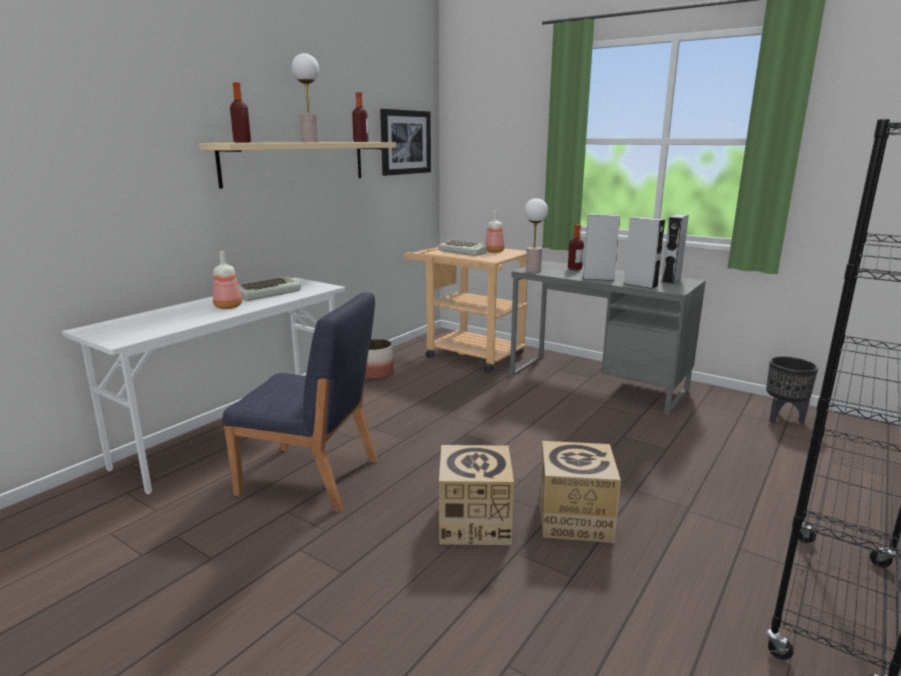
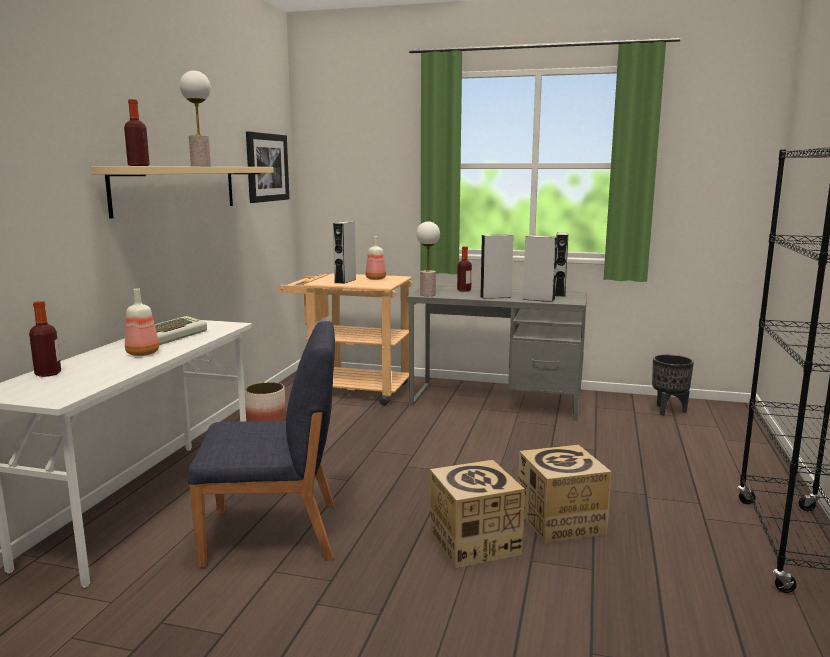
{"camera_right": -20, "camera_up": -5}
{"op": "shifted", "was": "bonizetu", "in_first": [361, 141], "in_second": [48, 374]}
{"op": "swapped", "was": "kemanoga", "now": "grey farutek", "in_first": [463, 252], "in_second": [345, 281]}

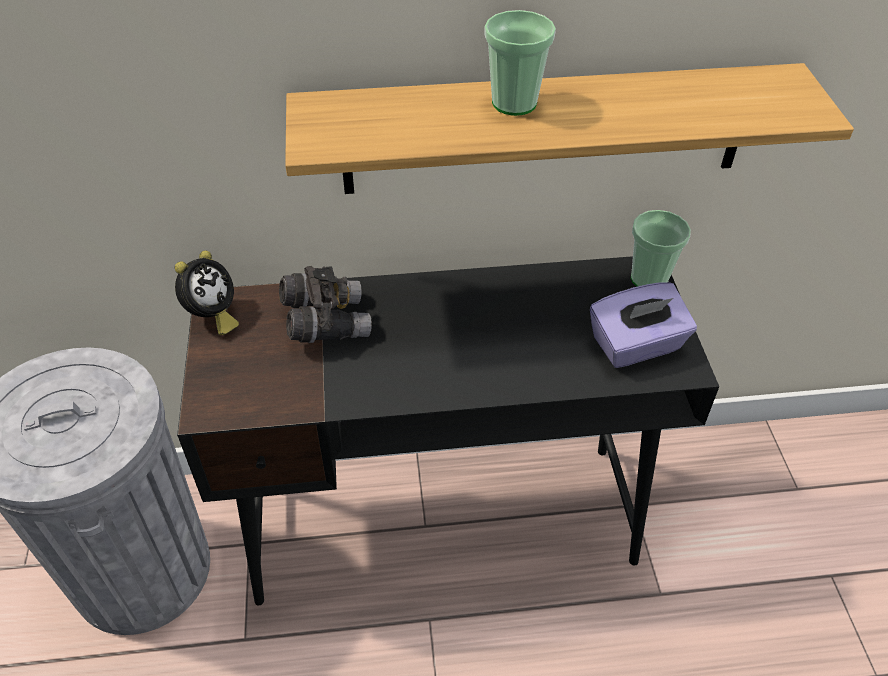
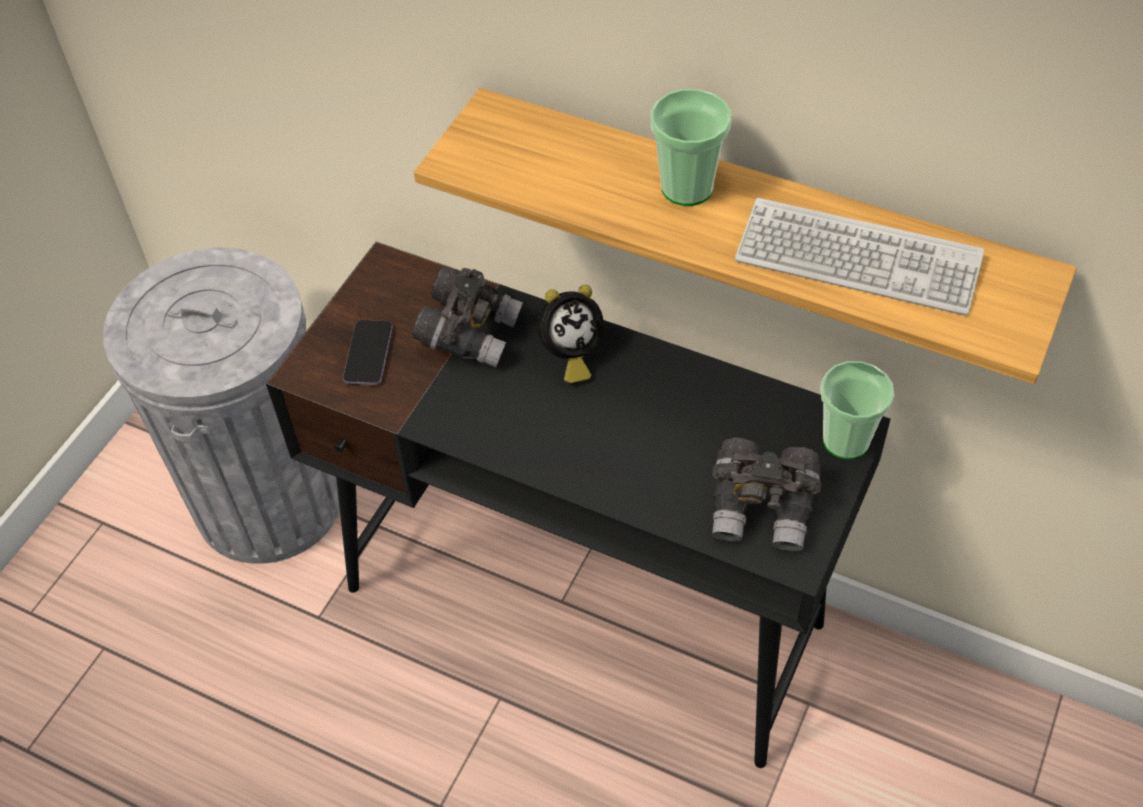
{"camera_right": 35, "camera_up": 5}
{"op": "shifted", "was": "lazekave", "in_first": [212, 317], "in_second": [570, 355]}
{"op": "swapped", "was": "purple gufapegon", "now": "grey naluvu", "in_first": [636, 345], "in_second": [763, 508]}
{"op": "new", "now": "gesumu", "in_second": [368, 354]}
{"op": "new", "now": "kemanoga", "in_second": [857, 259]}

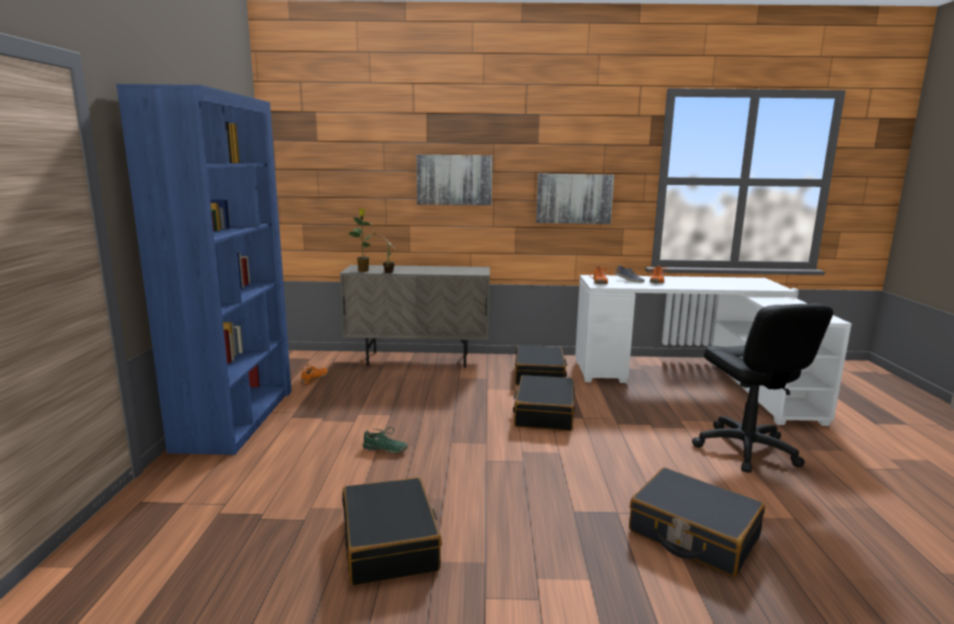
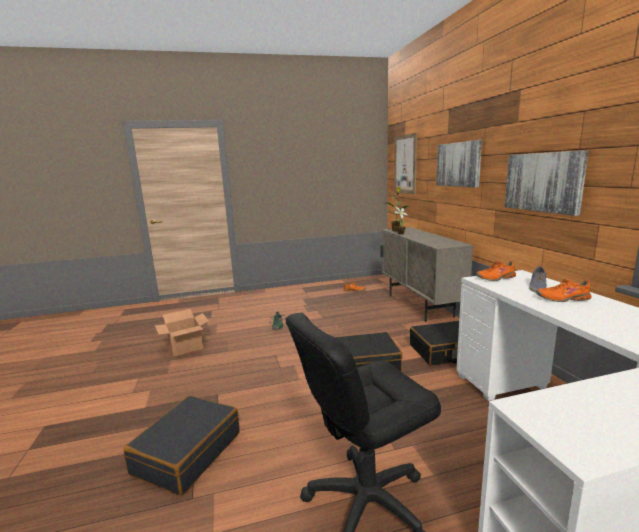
{"camera_right": 75, "camera_up": 0}
{"op": "gone", "was": "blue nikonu", "in_first": [236, 418]}
{"op": "swapped", "was": "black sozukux", "now": "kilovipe", "in_first": [390, 544], "in_second": [186, 347]}
{"op": "new", "now": "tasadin", "in_second": [405, 164]}

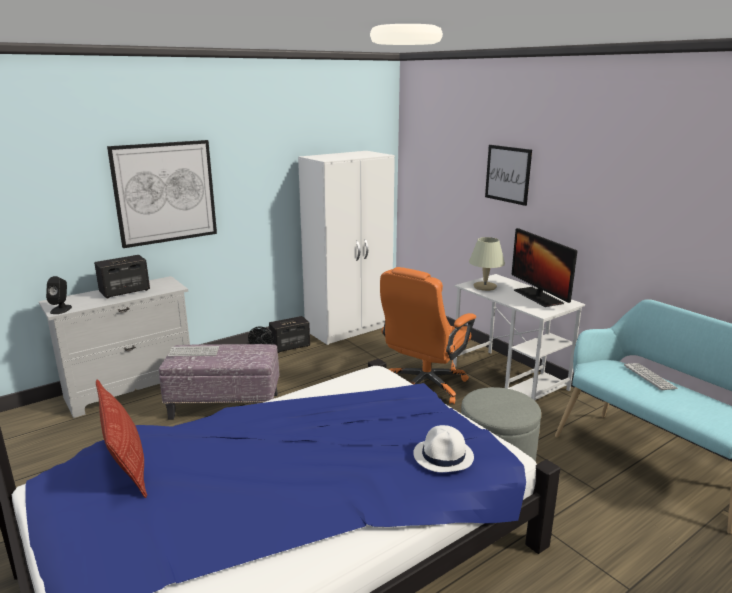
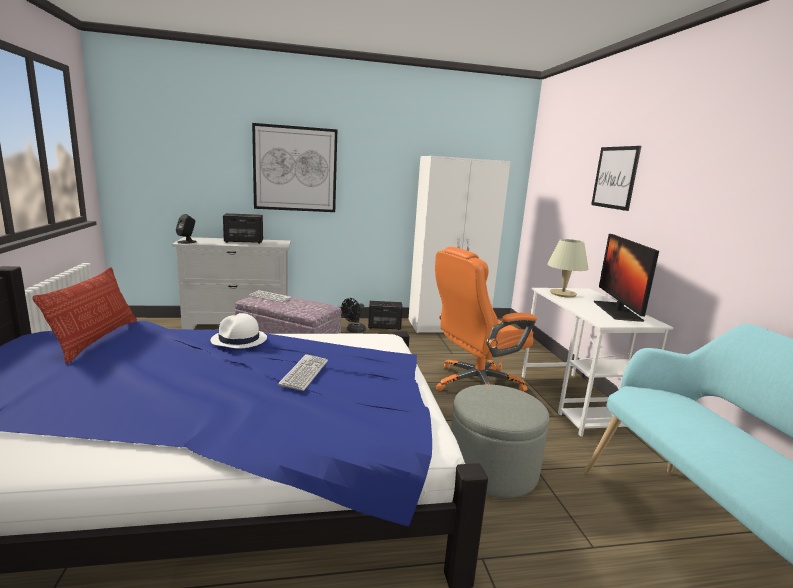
{"camera_right": 25, "camera_up": -5}
{"op": "shifted", "was": "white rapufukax", "in_first": [443, 456], "in_second": [239, 340]}
{"op": "shifted", "was": "kemanoga", "in_first": [649, 377], "in_second": [304, 373]}

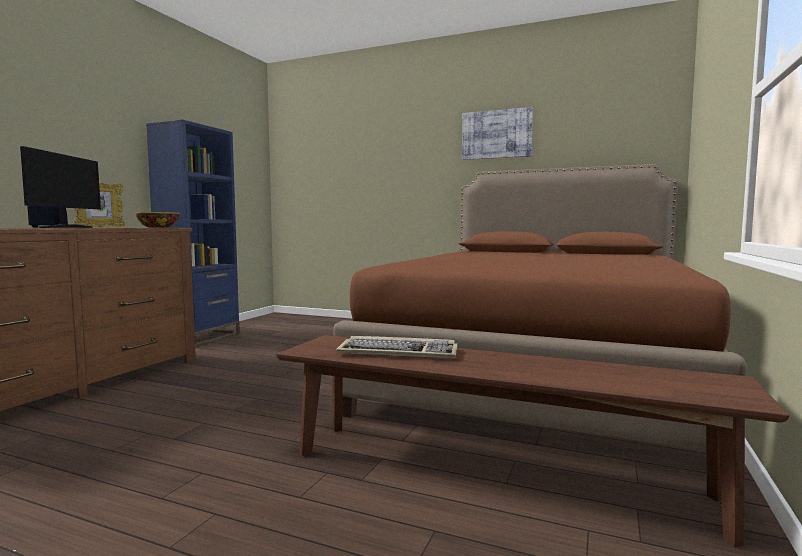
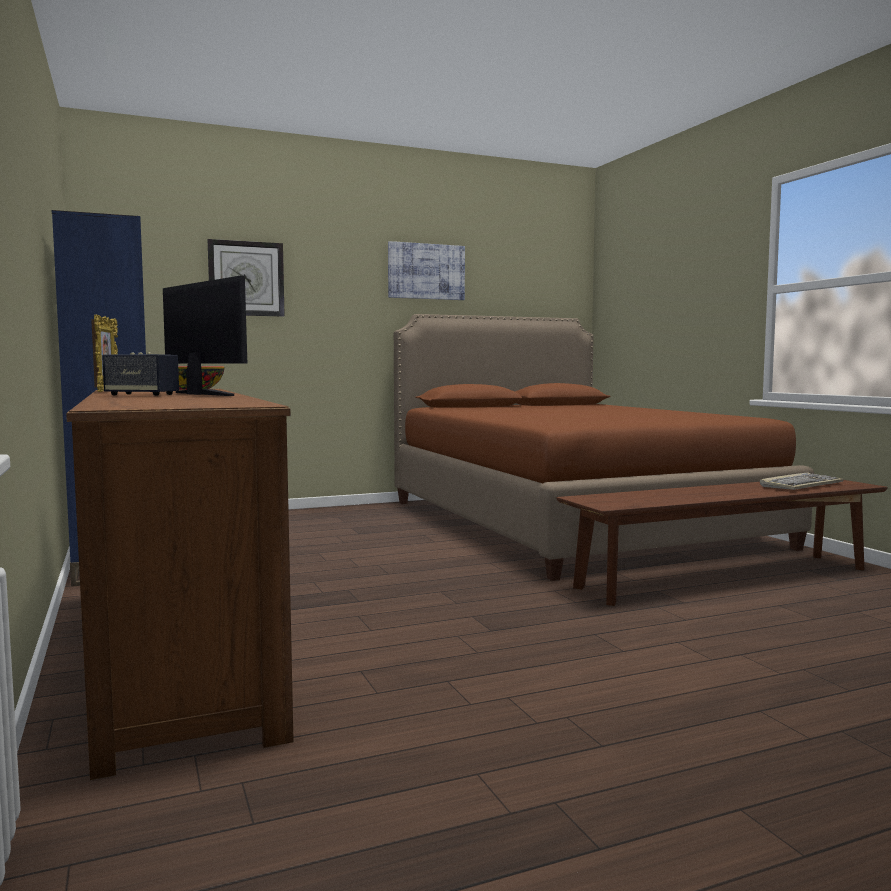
{"camera_right": -45, "camera_up": 0}
{"op": "shifted", "was": "kemanoga", "in_first": [399, 352], "in_second": [801, 485]}
{"op": "new", "now": "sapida", "in_second": [246, 278]}

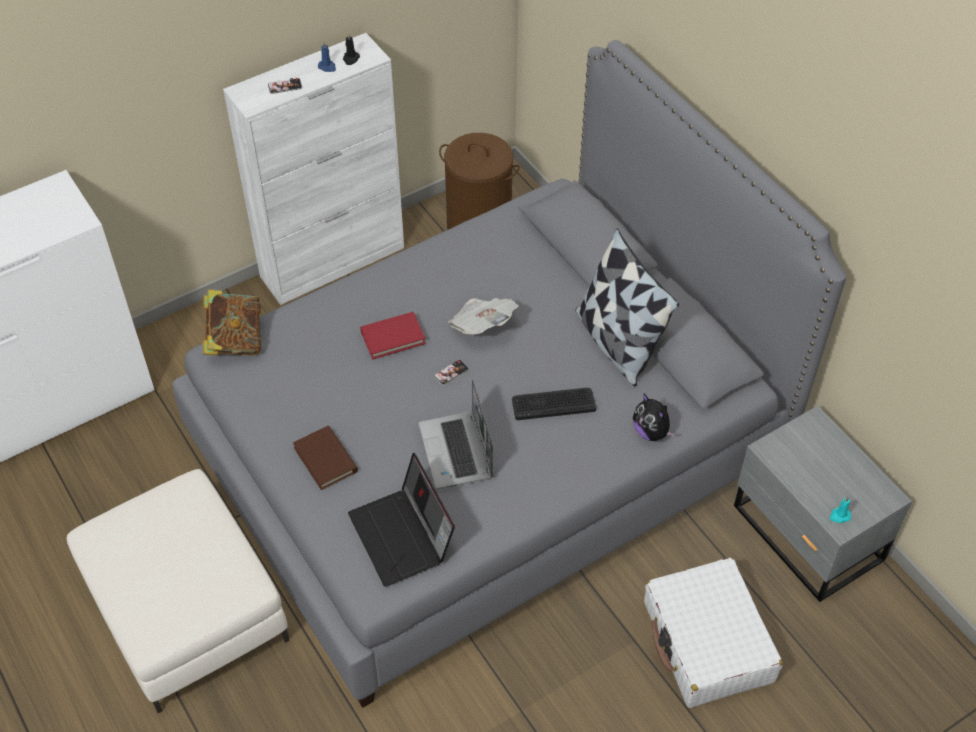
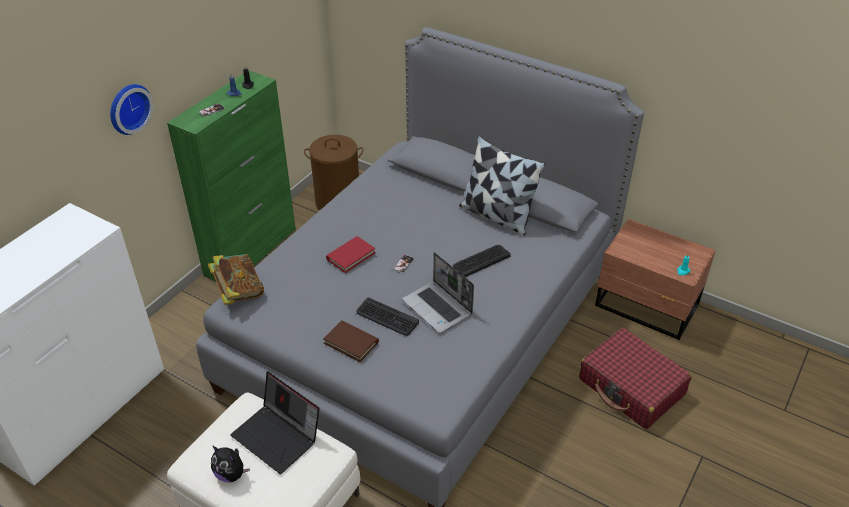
{"camera_right": -25, "camera_up": -10}
{"op": "repainted", "was": "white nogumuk", "now": "green nogumuk", "in_first": [333, 262], "in_second": [251, 251]}
{"op": "shifted", "was": "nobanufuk", "in_first": [403, 537], "in_second": [278, 436]}
{"op": "gone", "was": "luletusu", "in_first": [482, 326]}
{"op": "shifted", "was": "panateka", "in_first": [651, 432], "in_second": [231, 474]}
{"op": "repainted", "was": "white sozukux", "now": "red sozukux", "in_first": [707, 642], "in_second": [631, 387]}
{"op": "repainted", "was": "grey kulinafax", "now": "brown kulinafax", "in_first": [807, 536], "in_second": [647, 307]}
{"op": "new", "now": "sapida", "in_second": [128, 108]}
{"op": "new", "now": "kemanoga", "in_second": [387, 317]}

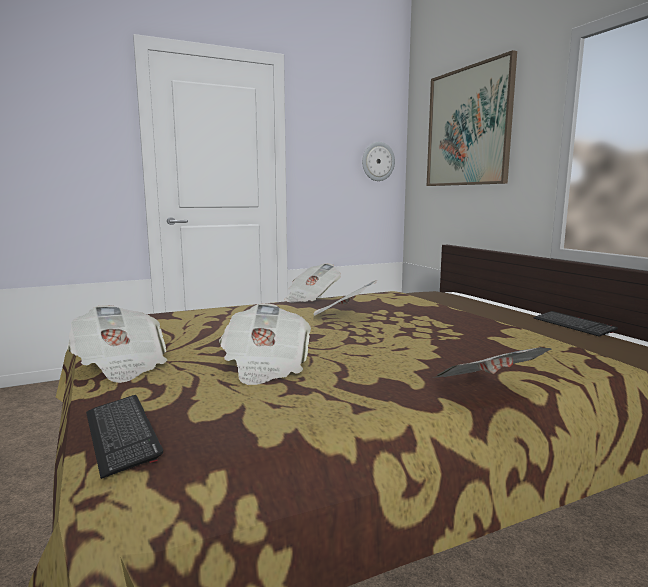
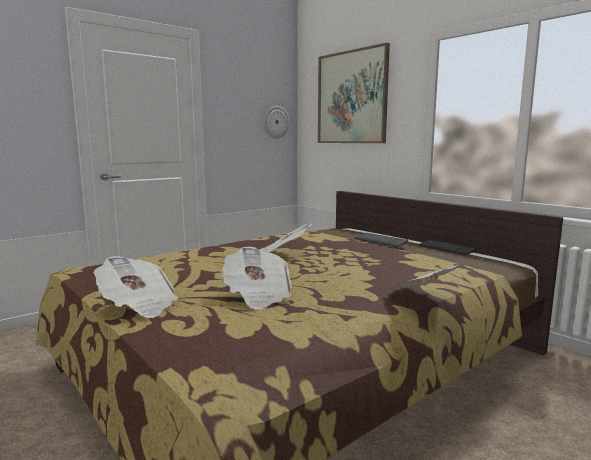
{"camera_right": -15, "camera_up": 0}
{"op": "shifted", "was": "kemanoga", "in_first": [121, 435], "in_second": [380, 241]}
{"op": "gone", "was": "luletusu", "in_first": [311, 298]}

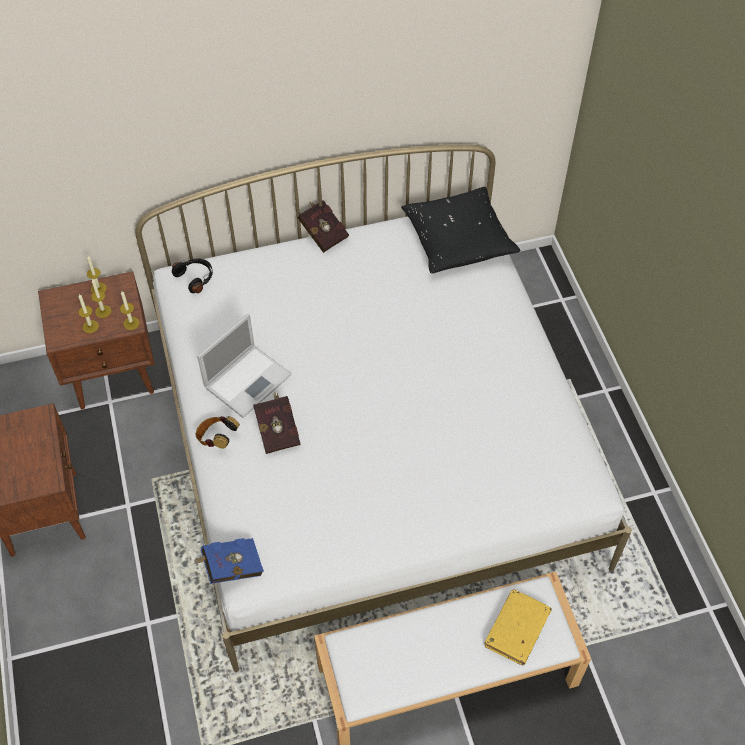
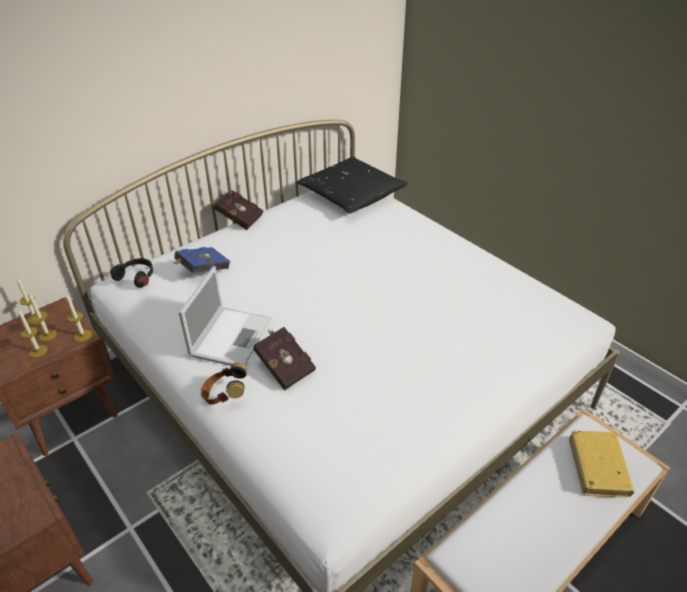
{"camera_right": -25, "camera_up": -15}
{"op": "shifted", "was": "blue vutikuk", "in_first": [230, 567], "in_second": [202, 270]}

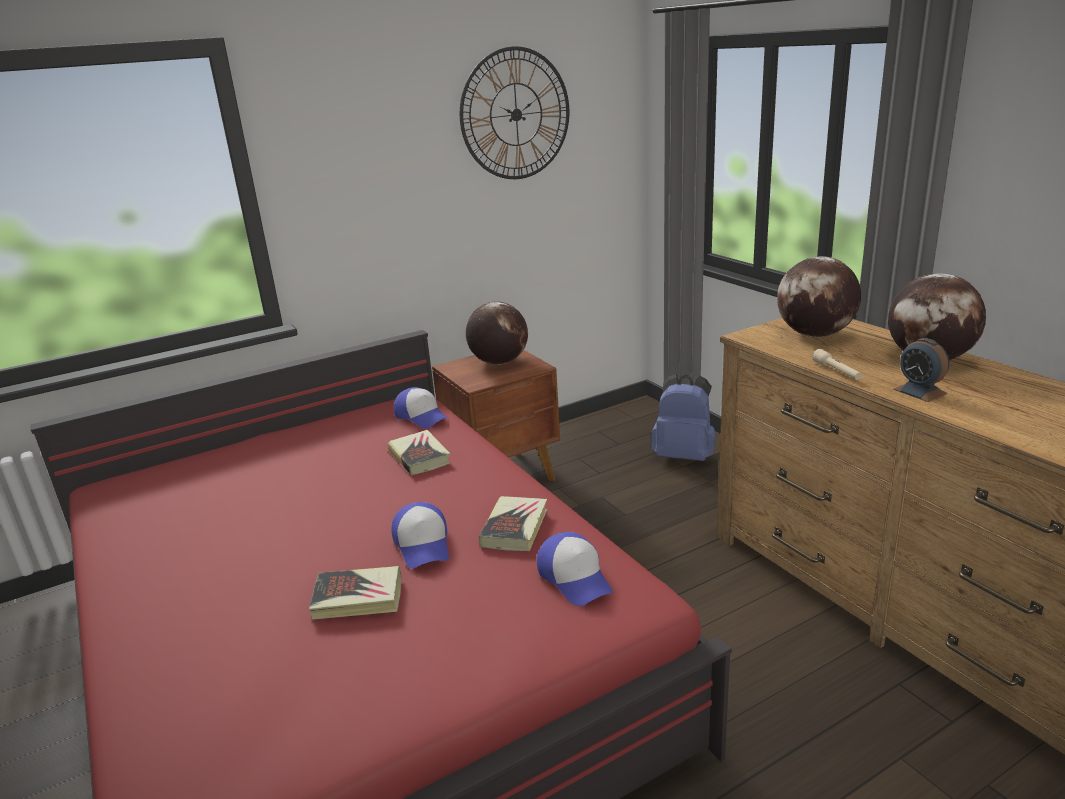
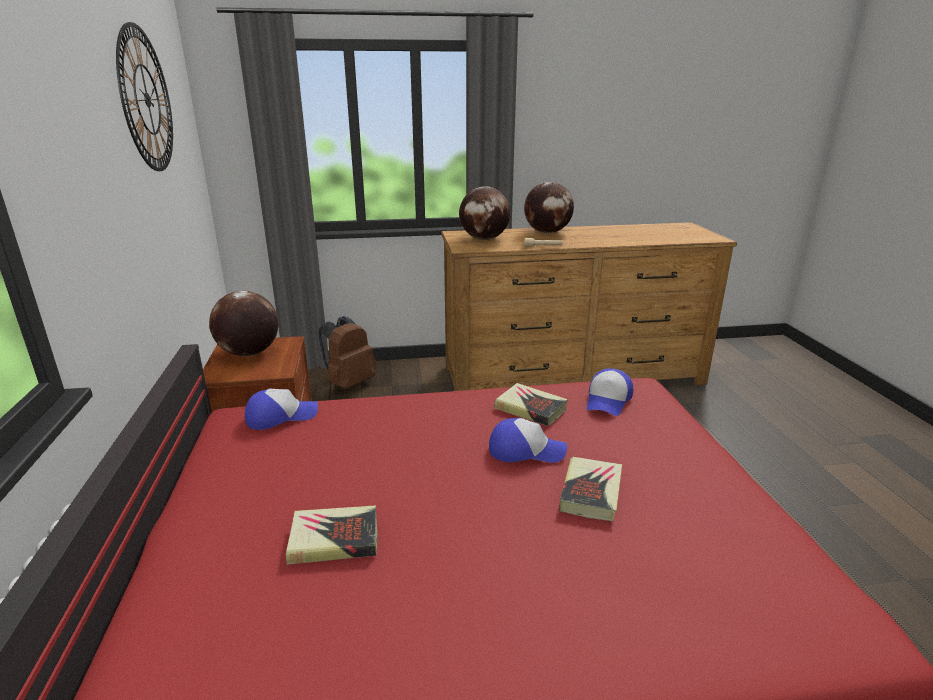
{"camera_right": -70, "camera_up": 0}
{"op": "shifted", "was": "vutikuk", "in_first": [419, 457], "in_second": [334, 539]}
{"op": "rotated", "was": "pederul", "in_first": [575, 578], "in_second": [608, 400], "clockwise": 120}
{"op": "repainted", "was": "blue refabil", "now": "brown refabil", "in_first": [684, 456], "in_second": [349, 383]}
{"op": "gone", "was": "lazekave", "in_first": [920, 391]}

